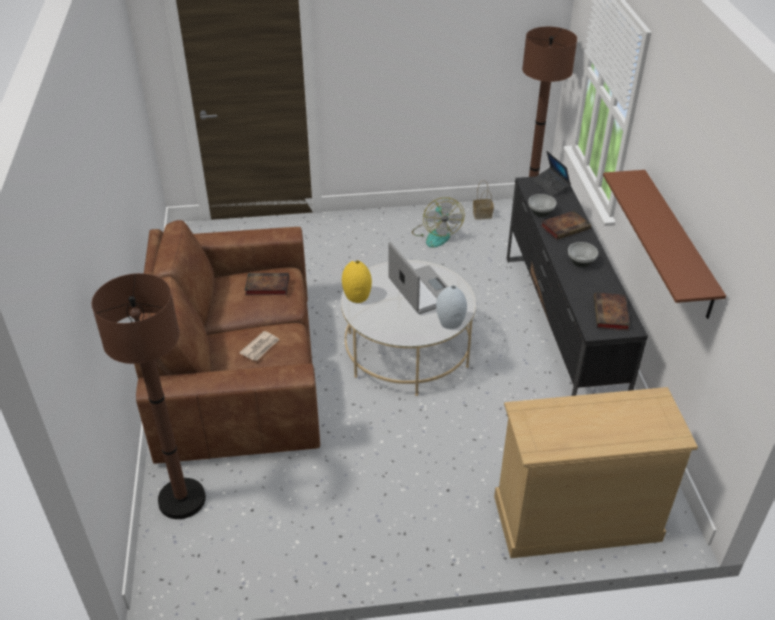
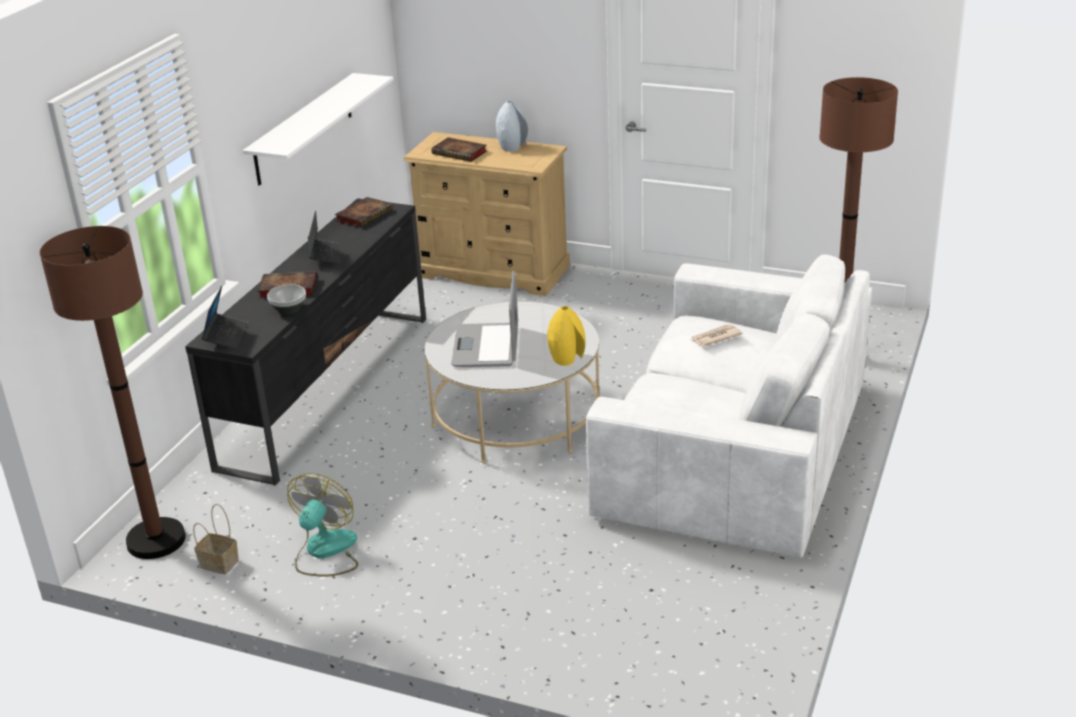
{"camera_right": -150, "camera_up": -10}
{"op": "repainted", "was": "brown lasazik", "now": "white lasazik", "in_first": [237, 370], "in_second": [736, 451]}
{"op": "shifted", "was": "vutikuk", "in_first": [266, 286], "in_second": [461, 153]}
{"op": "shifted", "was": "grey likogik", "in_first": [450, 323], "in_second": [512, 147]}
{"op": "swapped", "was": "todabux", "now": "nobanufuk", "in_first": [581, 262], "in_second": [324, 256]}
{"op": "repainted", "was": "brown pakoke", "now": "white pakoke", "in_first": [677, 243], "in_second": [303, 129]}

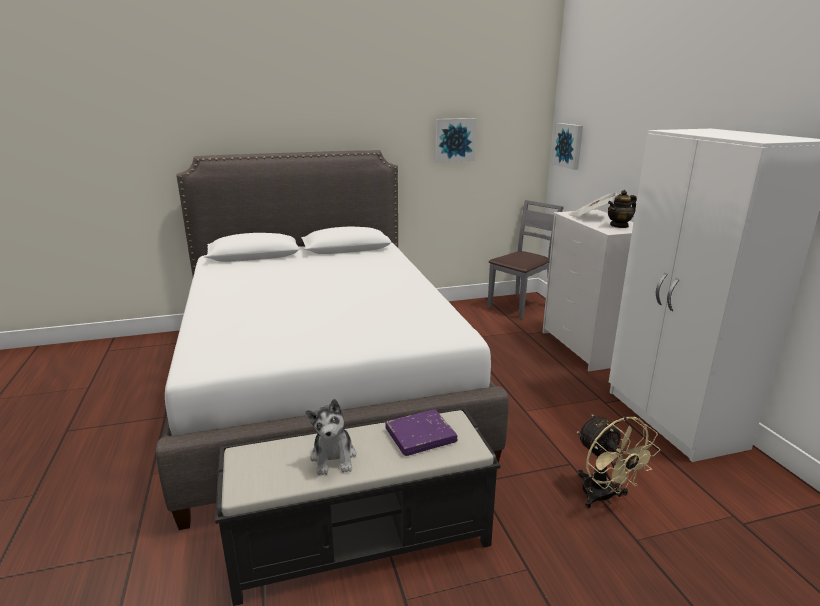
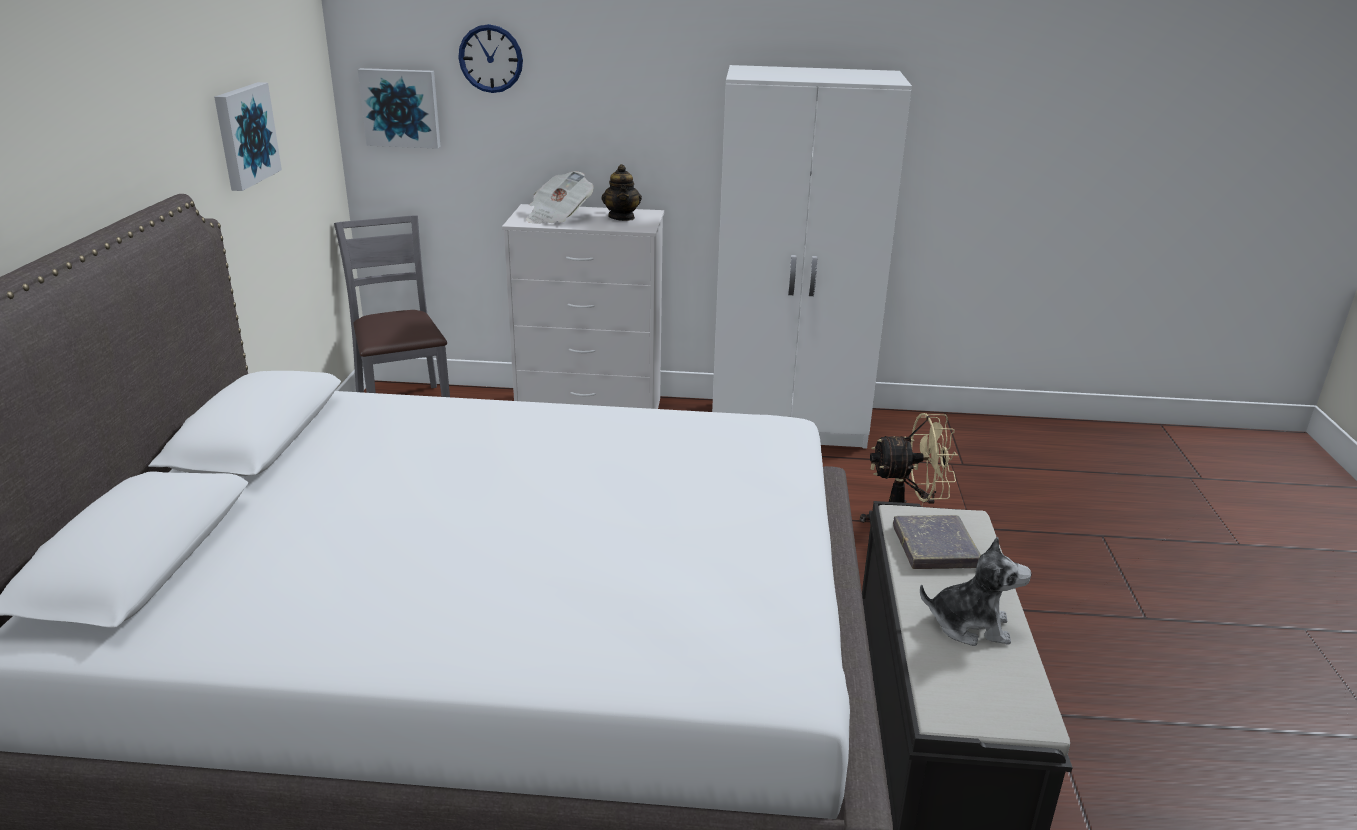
{"camera_right": -70, "camera_up": 5}
{"op": "repainted", "was": "purple vutikuk", "now": "grey vutikuk", "in_first": [420, 436], "in_second": [935, 547]}
{"op": "new", "now": "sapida", "in_second": [491, 59]}

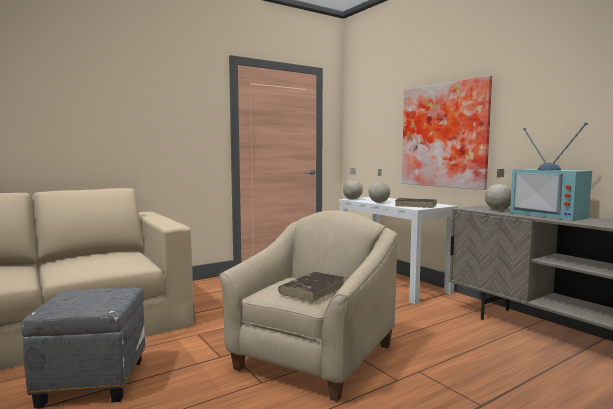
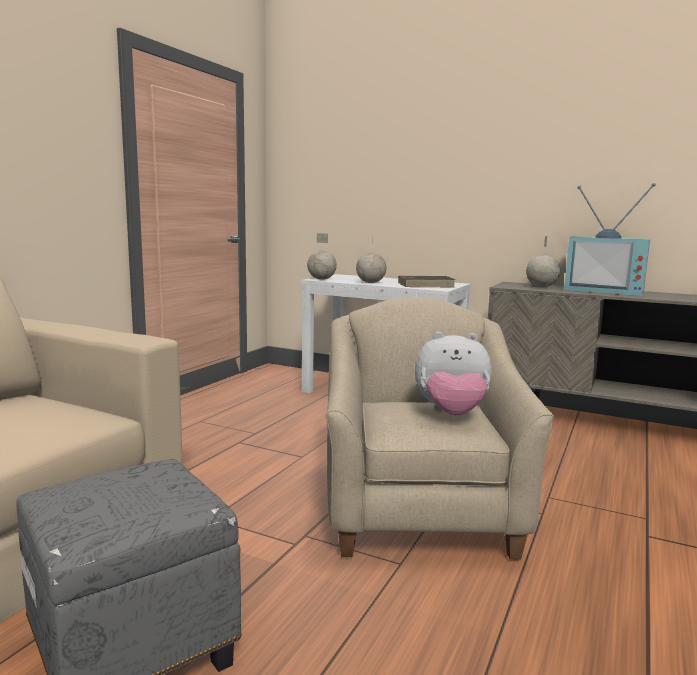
{"camera_right": -30, "camera_up": 5}
{"op": "swapped", "was": "brown vutikuk", "now": "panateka", "in_first": [312, 289], "in_second": [451, 414]}
{"op": "gone", "was": "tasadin", "in_first": [445, 135]}

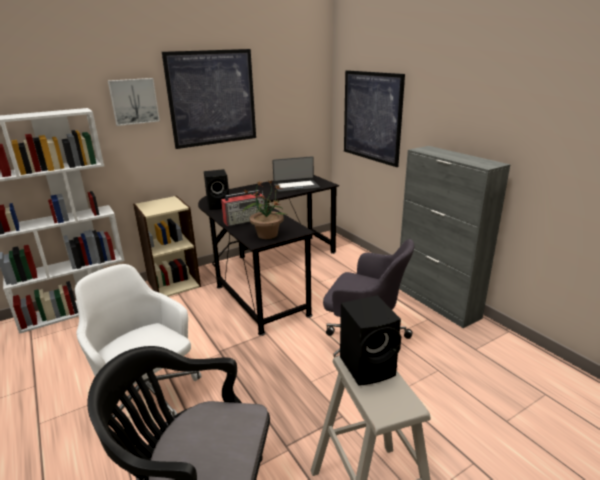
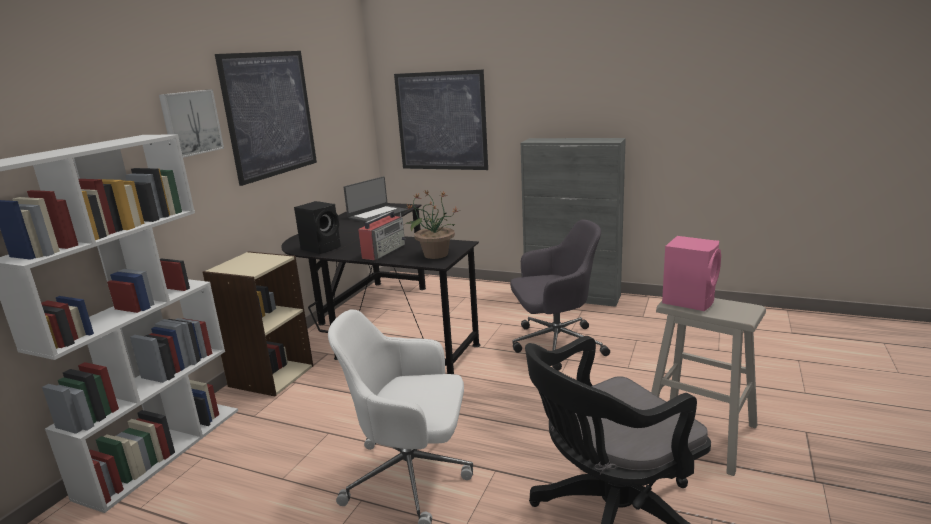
{"camera_right": -35, "camera_up": -5}
{"op": "repainted", "was": "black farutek", "now": "pink farutek", "in_first": [369, 366], "in_second": [689, 300]}

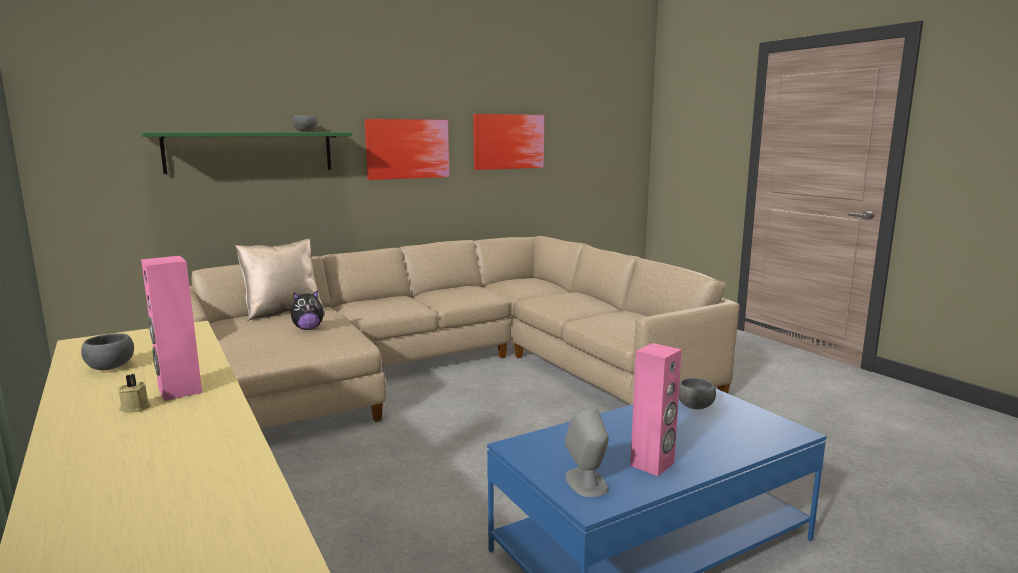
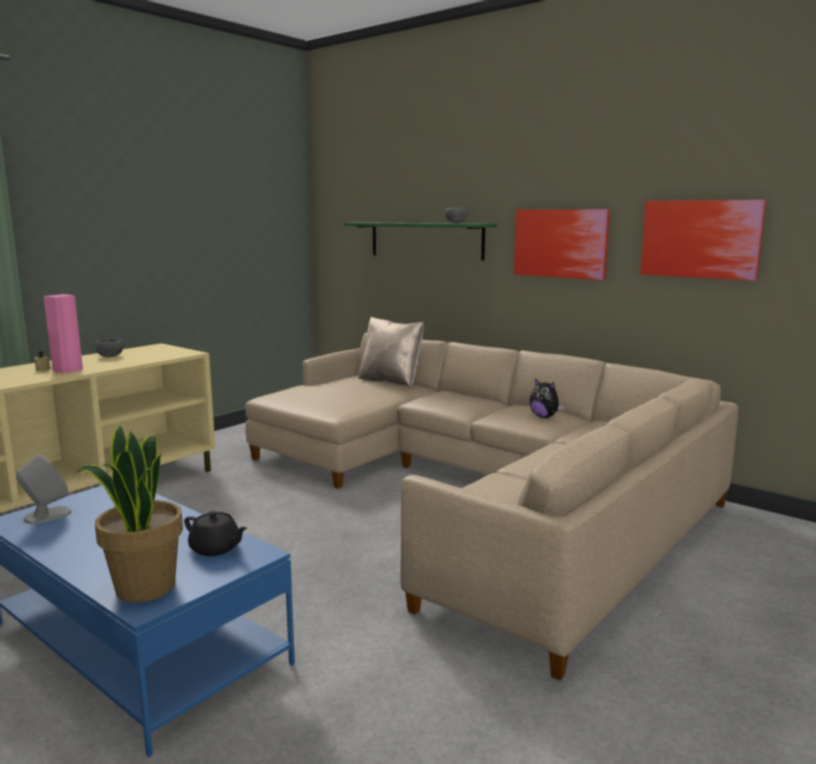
{"camera_right": 70, "camera_up": 0}
{"op": "shifted", "was": "panateka", "in_first": [308, 328], "in_second": [544, 417]}
{"op": "gone", "was": "pink farutek", "in_first": [652, 464]}
{"op": "swapped", "was": "grey todabux", "now": "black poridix", "in_first": [694, 406], "in_second": [216, 549]}
{"op": "new", "now": "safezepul", "in_second": [144, 587]}

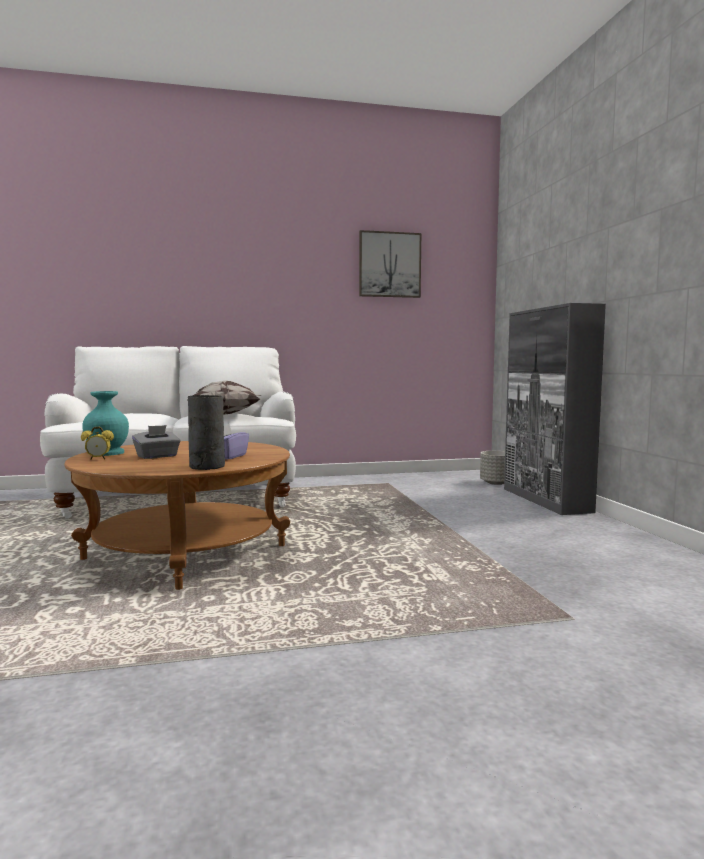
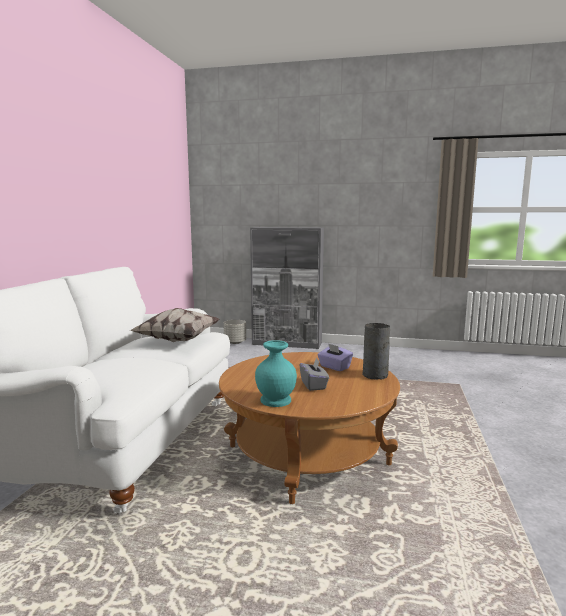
{"camera_right": -65, "camera_up": 5}
{"op": "gone", "was": "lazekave", "in_first": [98, 459]}
{"op": "gone", "was": "tasadin", "in_first": [389, 265]}

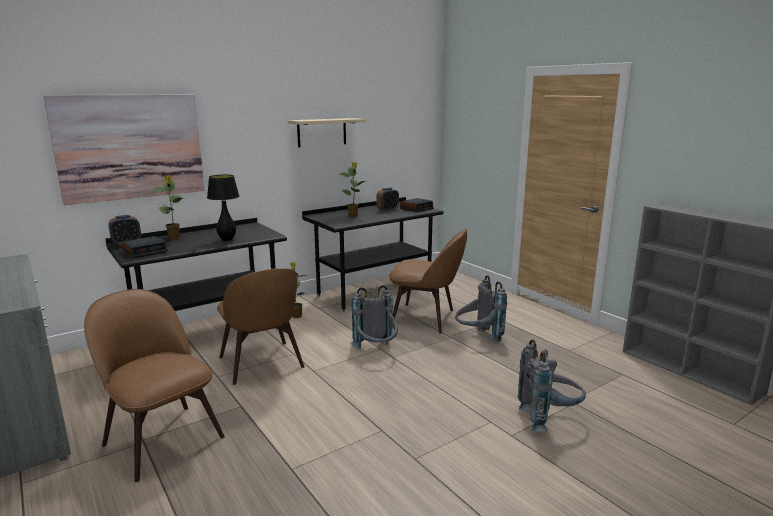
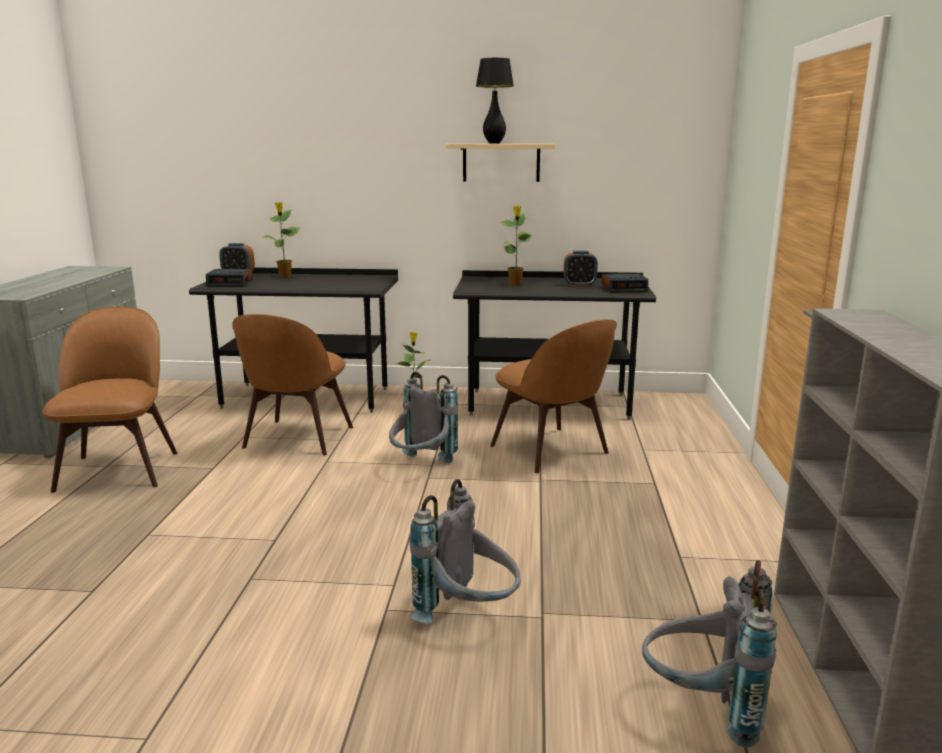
{"camera_right": 40, "camera_up": 0}
{"op": "gone", "was": "tasadin", "in_first": [131, 147]}
{"op": "shifted", "was": "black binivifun", "in_first": [227, 240], "in_second": [494, 143]}
{"op": "shifted", "was": "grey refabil", "in_first": [477, 337], "in_second": [703, 709]}

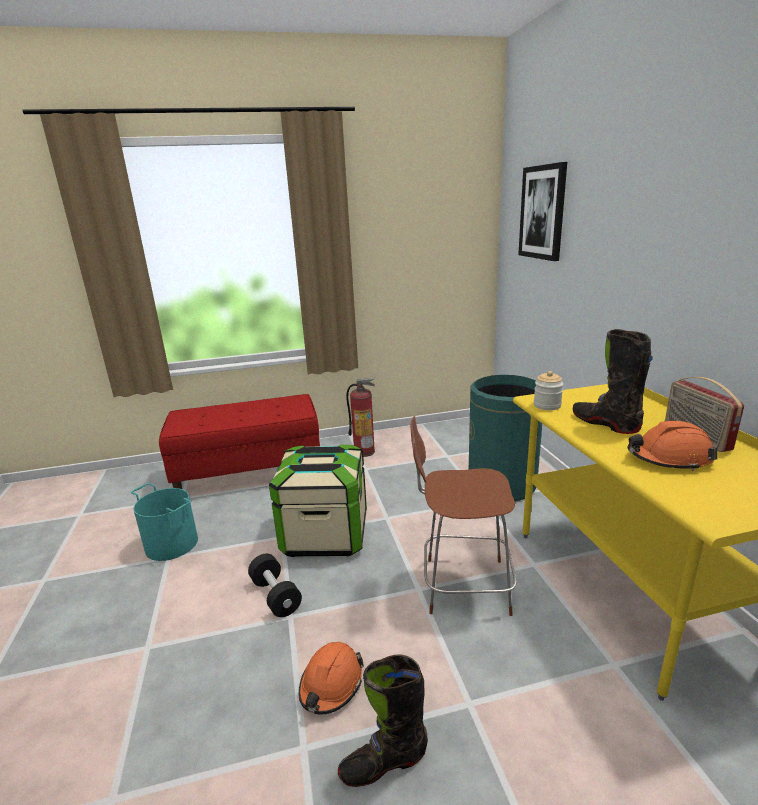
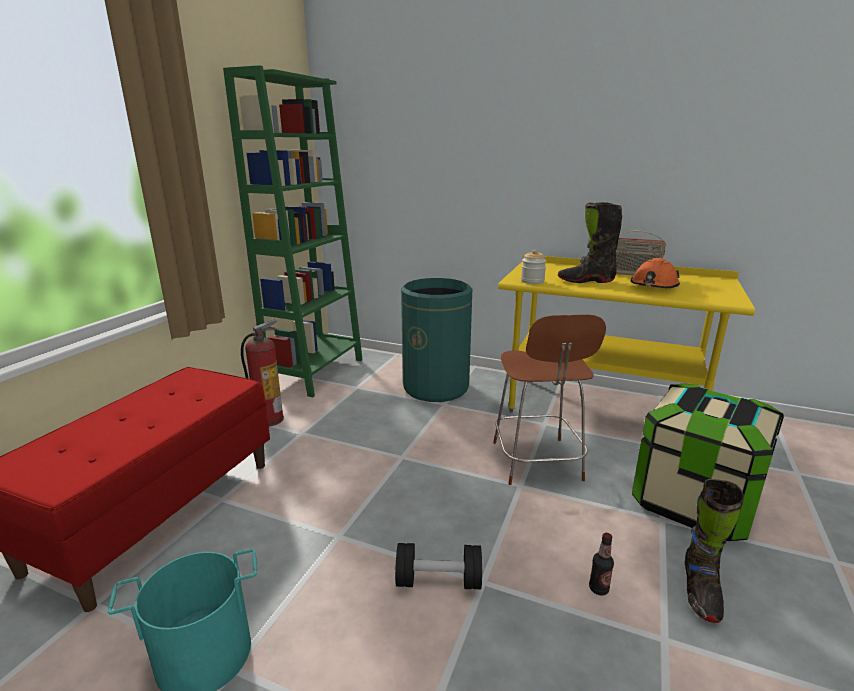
{"camera_right": -55, "camera_up": 0}
{"op": "shifted", "was": "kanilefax", "in_first": [325, 534], "in_second": [694, 502]}
{"op": "swapped", "was": "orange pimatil", "now": "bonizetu", "in_first": [331, 684], "in_second": [598, 589]}
{"op": "rotated", "was": "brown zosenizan", "in_first": [462, 585], "in_second": [537, 463], "clockwise": -45}
{"op": "gone", "was": "tasadin", "in_first": [542, 212]}
{"op": "new", "now": "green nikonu", "in_second": [316, 373]}

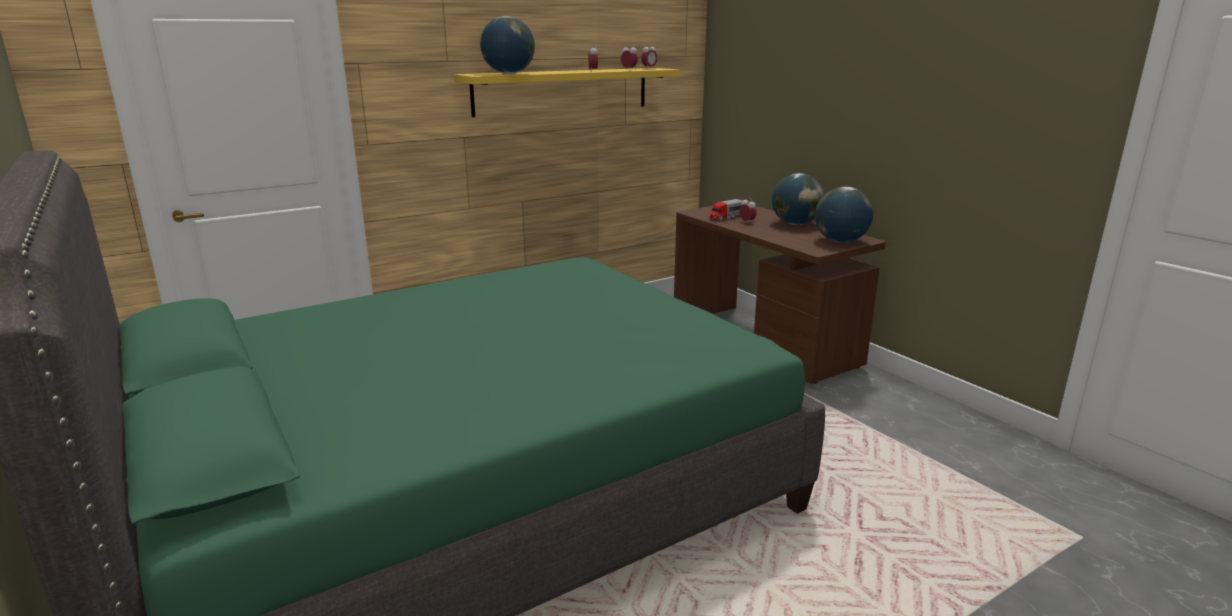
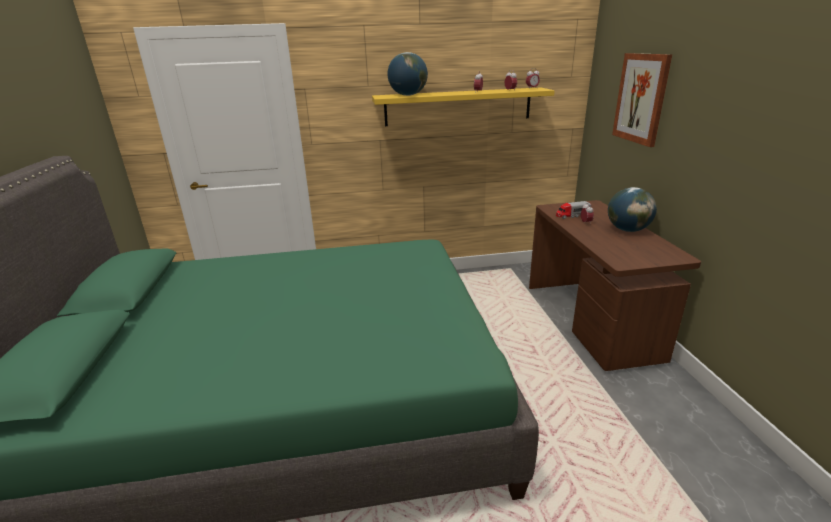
{"camera_right": 25, "camera_up": 5}
{"op": "gone", "was": "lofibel", "in_first": [841, 241]}
{"op": "new", "now": "tasadin", "in_second": [641, 98]}

